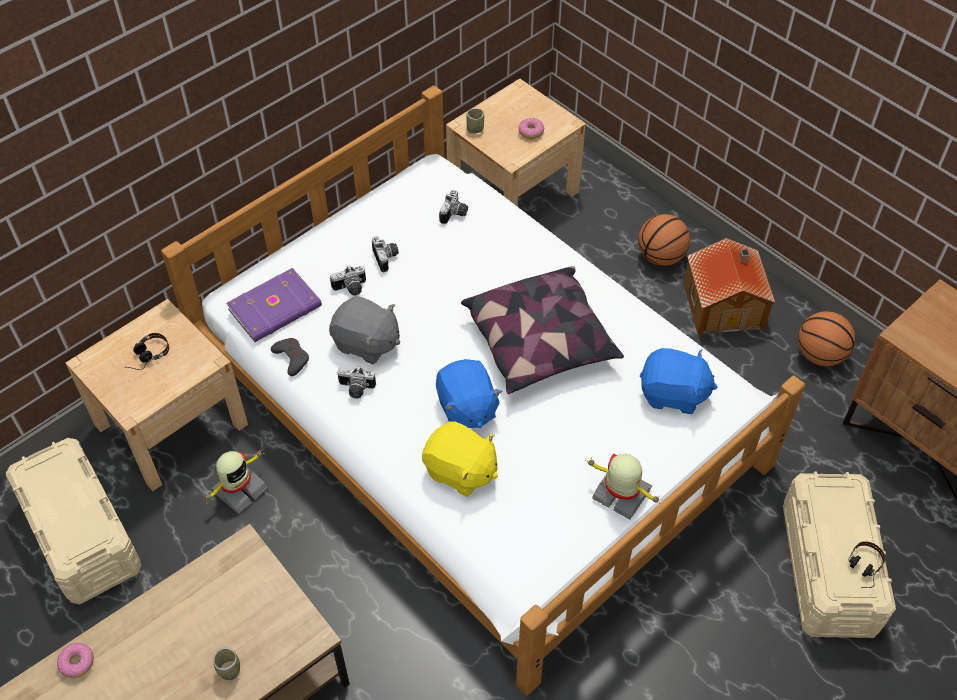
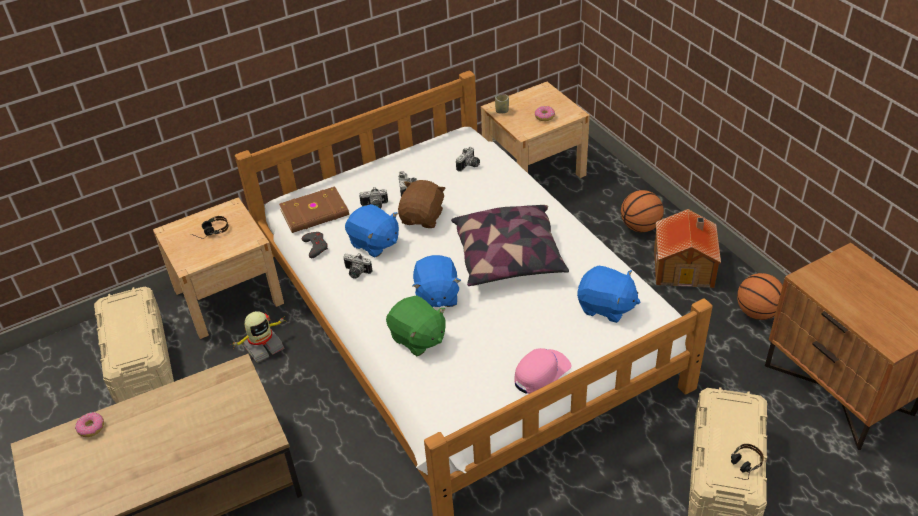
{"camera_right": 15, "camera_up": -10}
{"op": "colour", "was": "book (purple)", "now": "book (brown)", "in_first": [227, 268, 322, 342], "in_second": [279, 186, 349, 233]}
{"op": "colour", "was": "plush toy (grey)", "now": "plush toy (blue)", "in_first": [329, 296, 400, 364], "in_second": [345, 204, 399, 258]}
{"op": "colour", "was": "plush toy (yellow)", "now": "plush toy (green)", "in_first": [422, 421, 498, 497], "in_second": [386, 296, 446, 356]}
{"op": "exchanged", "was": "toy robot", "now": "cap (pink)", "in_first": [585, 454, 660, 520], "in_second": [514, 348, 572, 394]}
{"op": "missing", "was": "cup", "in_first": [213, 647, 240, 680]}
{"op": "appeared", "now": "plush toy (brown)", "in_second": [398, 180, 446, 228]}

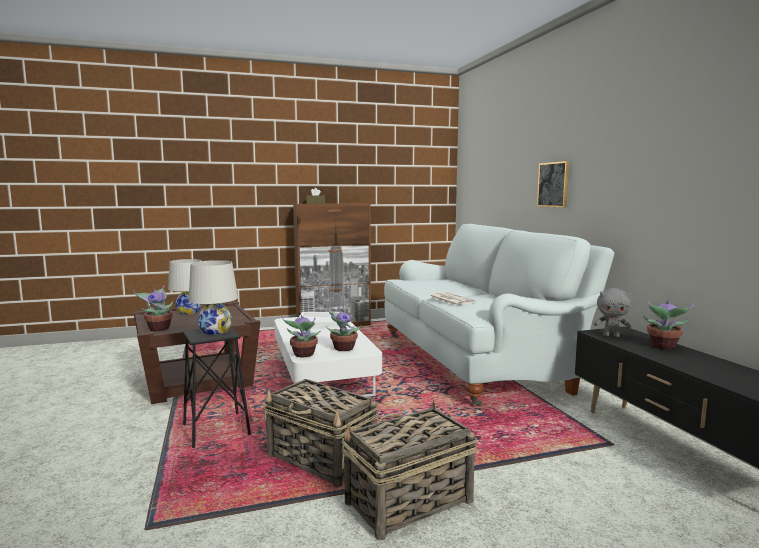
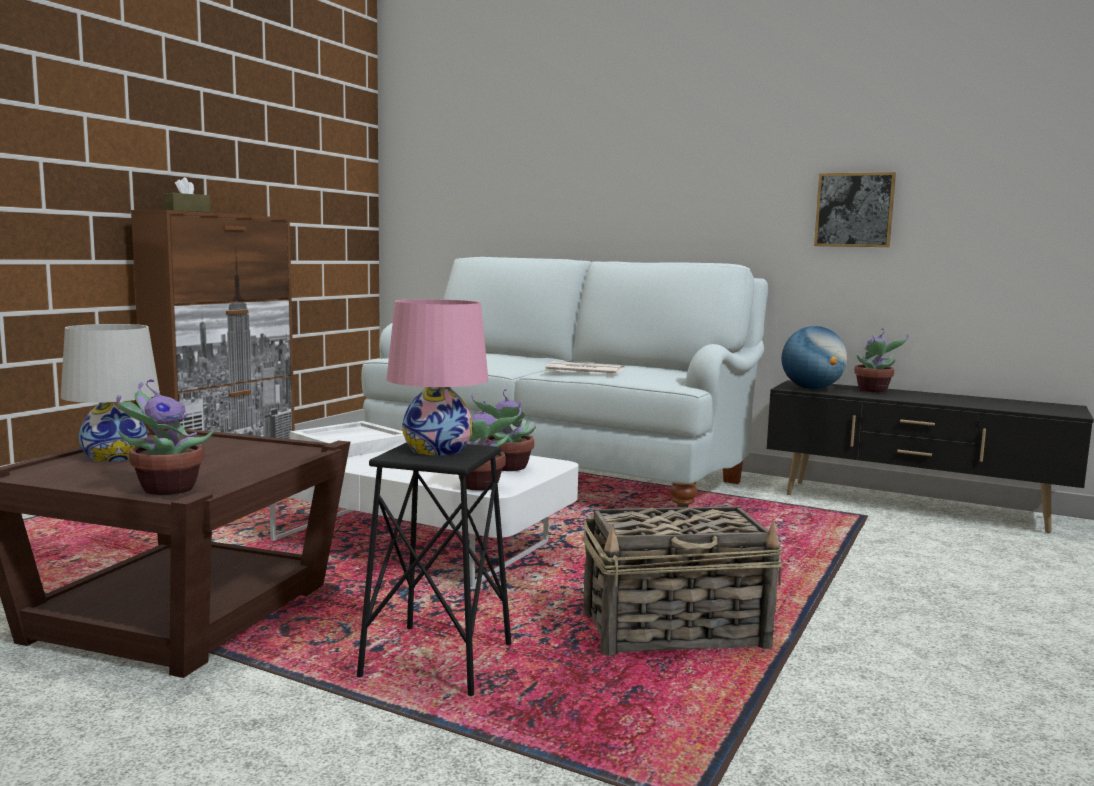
{"camera_right": -45, "camera_up": 0}
{"op": "relocated", "was": "picture", "in_first": [537, 161, 569, 208], "in_second": [814, 172, 896, 247]}
{"op": "colour", "was": "table lamp (white)", "now": "table lamp (pink)", "in_first": [188, 260, 238, 335], "in_second": [386, 299, 489, 455]}
{"op": "exchanged", "was": "plush toy (grey)", "now": "globe", "in_first": [594, 288, 631, 337], "in_second": [782, 326, 847, 389]}
{"op": "missing", "was": "basket", "in_first": [341, 400, 477, 540]}

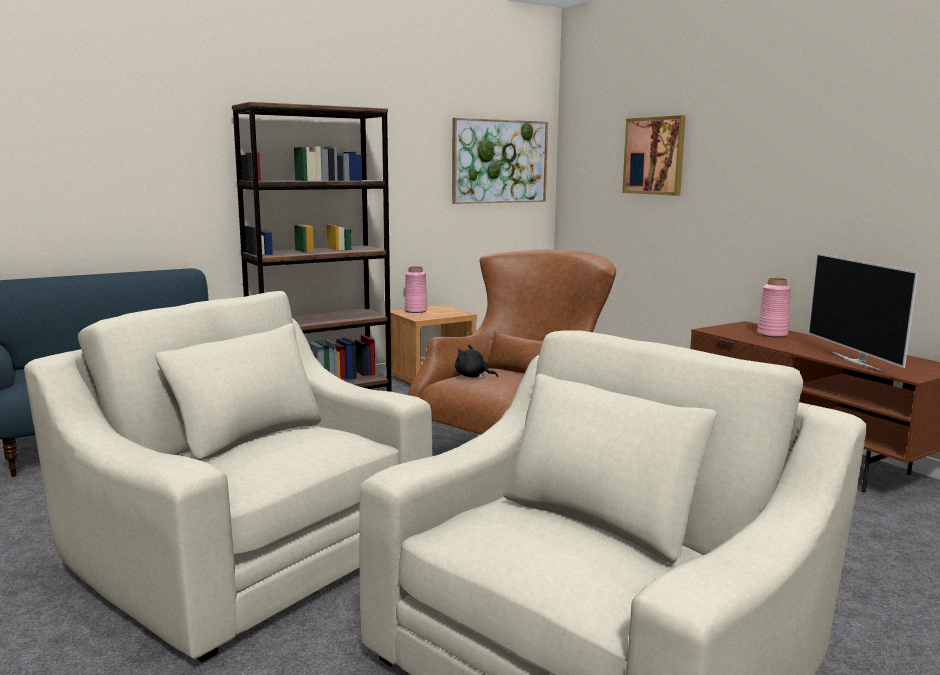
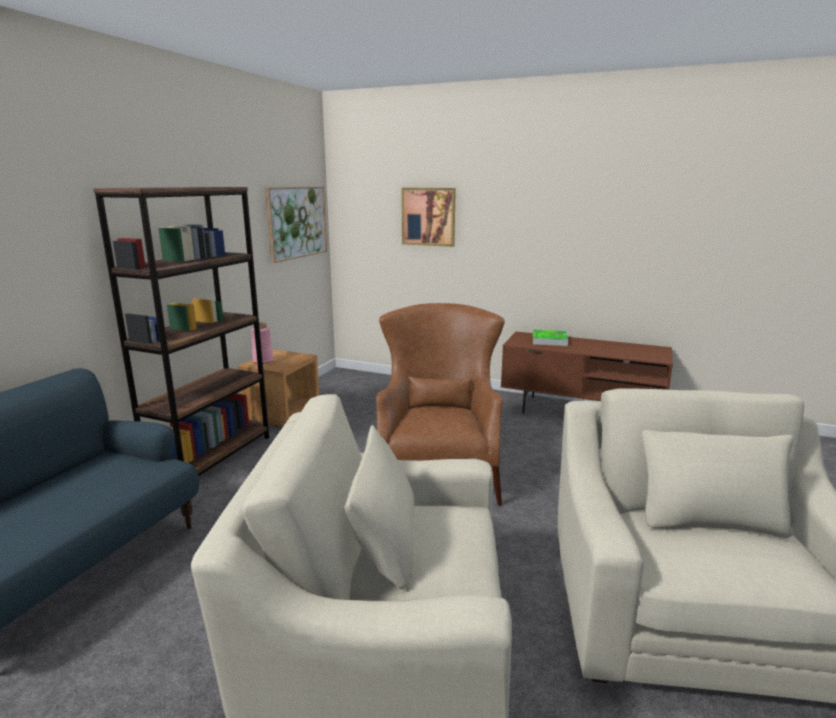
{"camera_right": -35, "camera_up": 5}
{"op": "missing", "was": "television", "in_first": [808, 253, 918, 371]}
{"op": "exchanged", "was": "vase (pink)", "now": "tray", "in_first": [757, 278, 791, 337], "in_second": [533, 329, 568, 346]}
{"op": "missing", "was": "plush toy (black)", "in_first": [455, 345, 498, 378]}

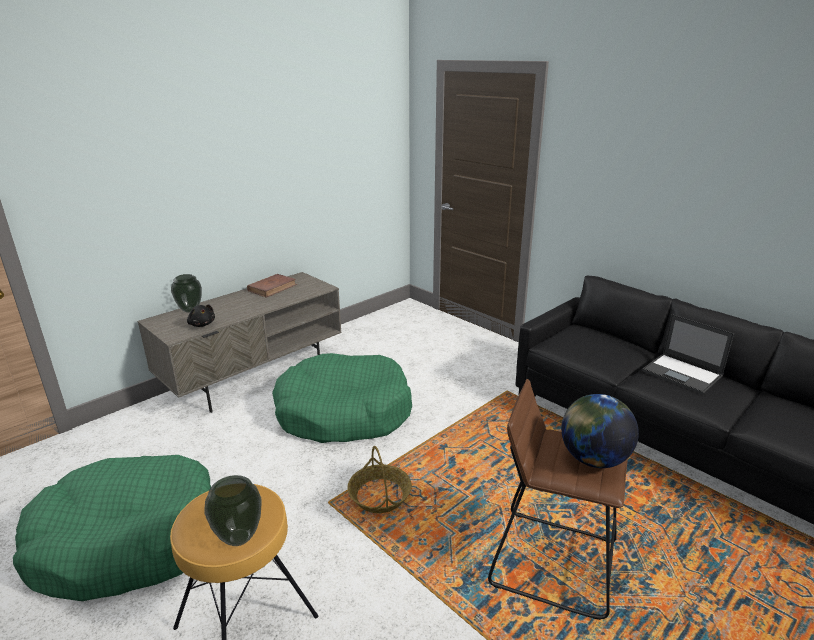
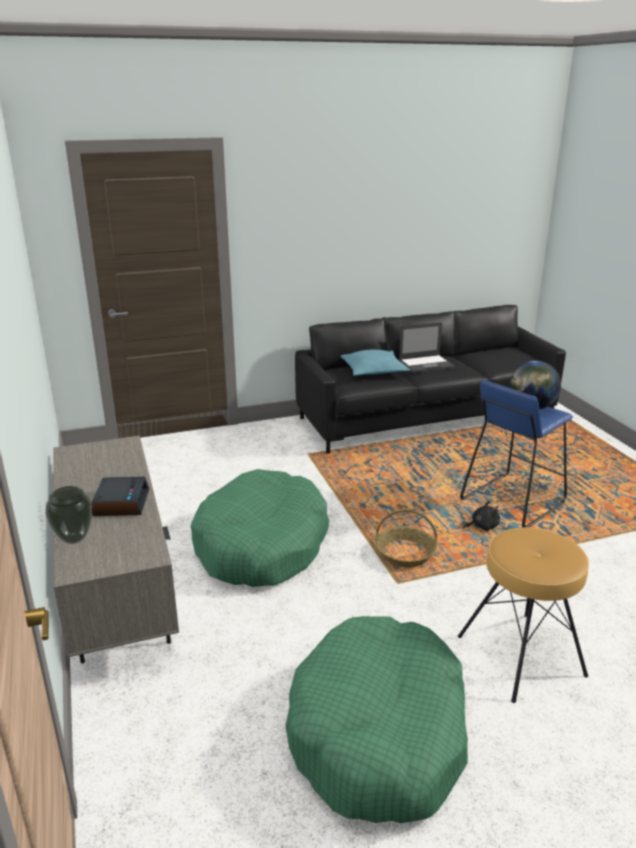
{"camera_right": -65, "camera_up": 0}
{"op": "missing", "was": "book (brown)", "in_first": [247, 274, 297, 298]}
{"op": "relocated", "was": "plush toy (black)", "in_first": [187, 304, 215, 327], "in_second": [463, 501, 500, 531]}
{"op": "colour", "was": "stool (brown)", "now": "stool (blue)", "in_first": [488, 379, 628, 620], "in_second": [460, 380, 573, 528]}
{"op": "missing", "was": "vase", "in_first": [204, 475, 262, 546]}
{"op": "appeared", "now": "pillow (turquoise)", "in_second": [341, 350, 411, 376]}
{"op": "appeared", "now": "alarm clock", "in_second": [92, 477, 149, 516]}

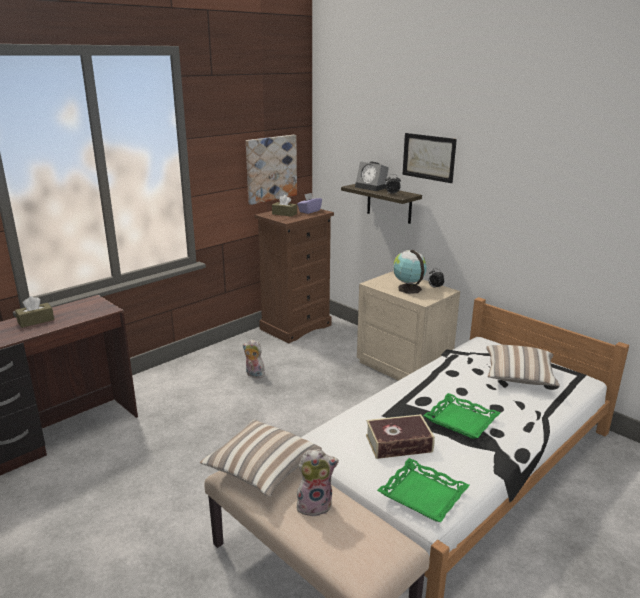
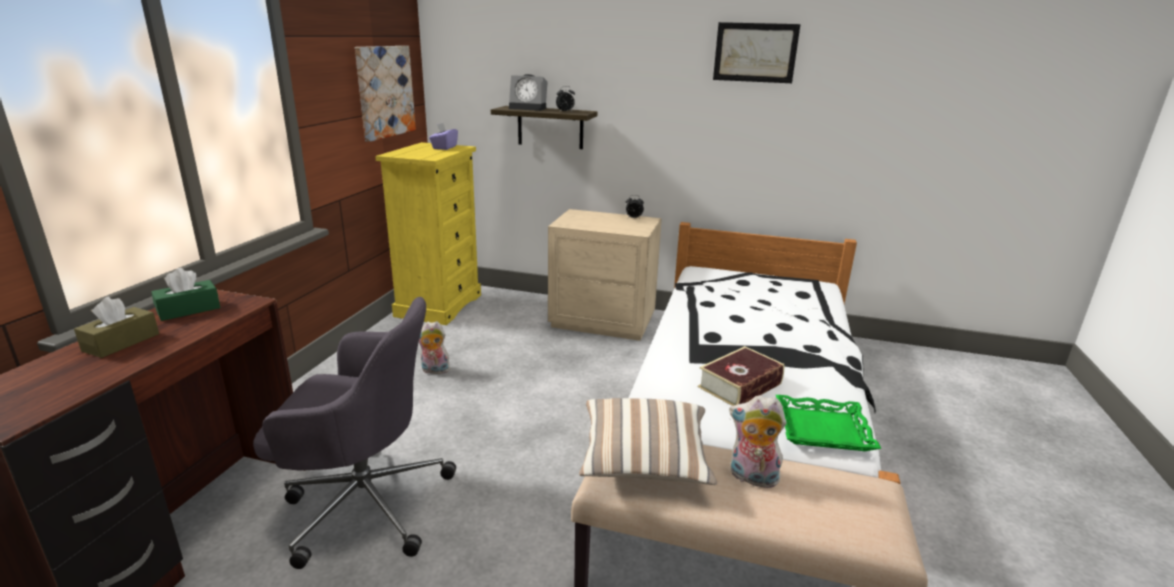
{"camera_right": -30, "camera_up": 0}
{"op": "relocated", "was": "picture", "in_first": [403, 133, 457, 183], "in_second": [713, 22, 801, 83]}
{"op": "missing", "was": "tissue box (brown)", "in_first": [272, 195, 297, 217]}
{"op": "colour", "was": "dresser (brown)", "now": "dresser (yellow)", "in_first": [255, 205, 334, 344], "in_second": [375, 142, 481, 325]}
{"op": "missing", "was": "globe", "in_first": [394, 250, 426, 294]}
{"op": "missing", "was": "pillow", "in_first": [486, 345, 560, 386]}
{"op": "missing", "was": "tray (green)", "in_first": [423, 393, 500, 439]}
{"op": "spun", "was": "plush toy", "in_first": [297, 449, 339, 517], "in_second": [729, 395, 787, 488], "clockwise": -120}
{"op": "appeared", "now": "tissue box (green)", "in_second": [151, 268, 220, 321]}
{"op": "appeared", "now": "office chair (grey)", "in_second": [253, 297, 456, 569]}

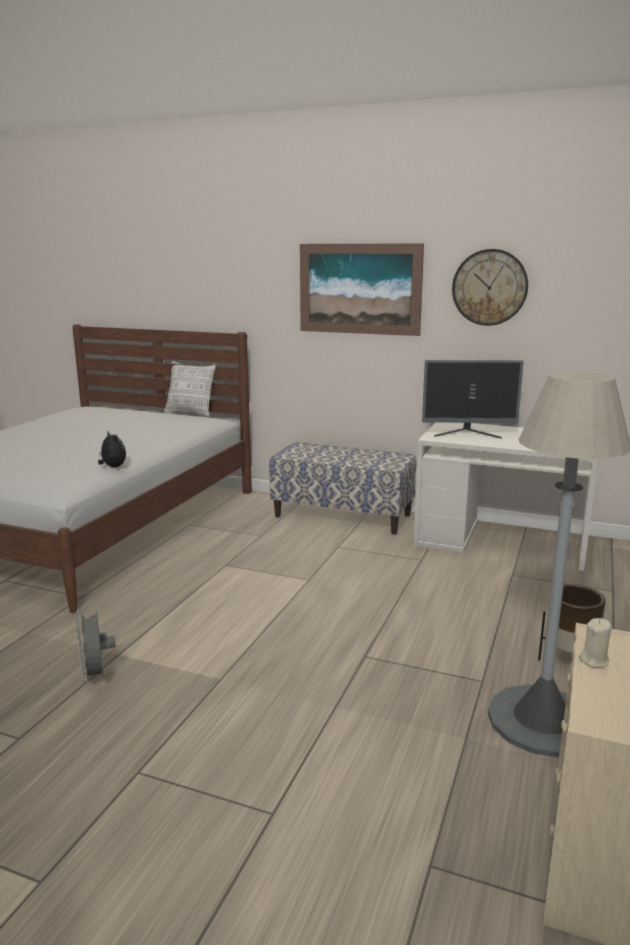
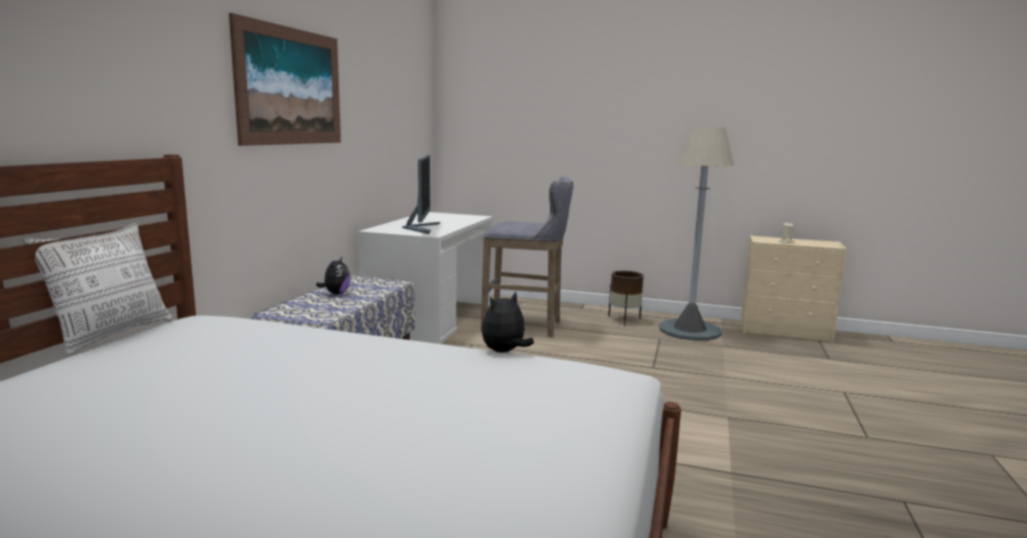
{"camera_right": -95, "camera_up": -5}
{"op": "missing", "was": "wall clock", "in_first": [452, 249, 528, 326]}
{"op": "missing", "was": "fan (grey)", "in_first": [76, 608, 115, 685]}
{"op": "appeared", "now": "stool (grey)", "in_second": [481, 176, 573, 337]}
{"op": "appeared", "now": "plush toy", "in_second": [316, 257, 350, 294]}

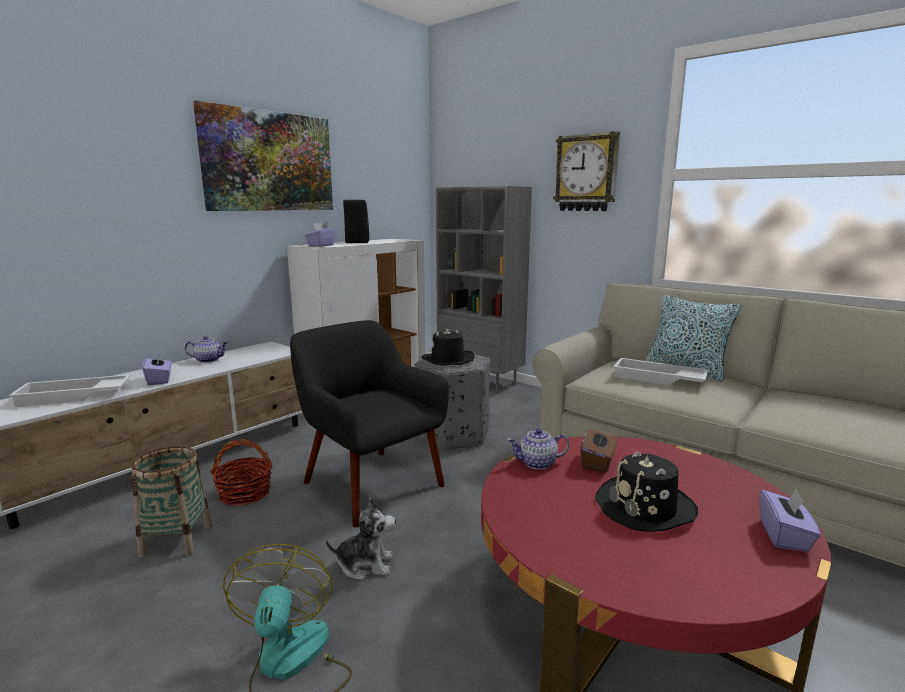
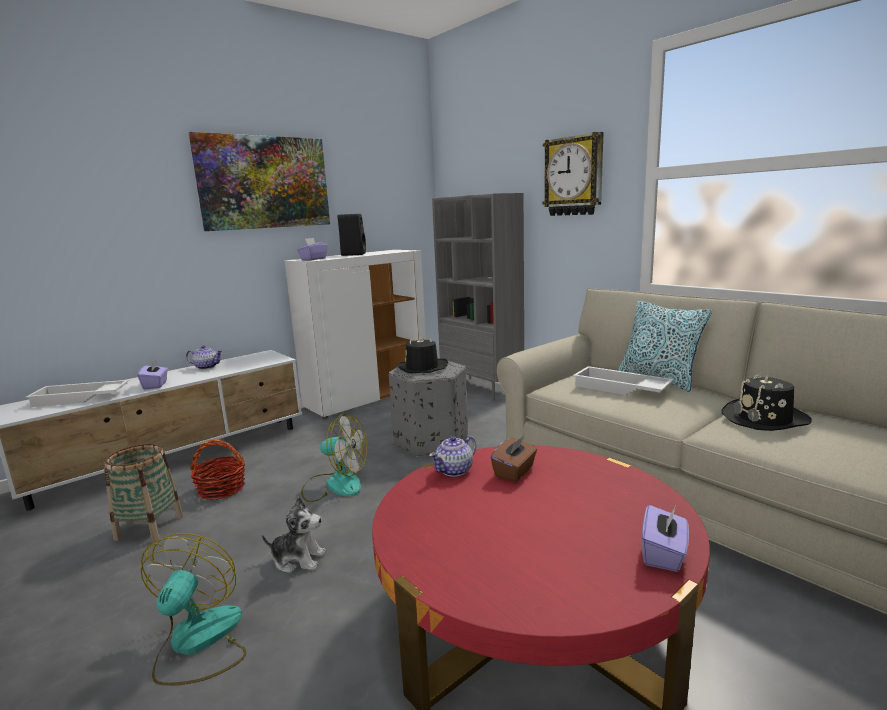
{"camera_right": 10, "camera_up": 0}
{"op": "exchanged", "was": "armchair (black)", "now": "fan", "in_first": [290, 320, 449, 528], "in_second": [301, 414, 367, 502]}
{"op": "spun", "was": "teapot", "in_first": [507, 428, 569, 470], "in_second": [429, 436, 476, 477], "clockwise": -45}
{"op": "relocated", "was": "hat (black)", "in_first": [595, 452, 698, 532], "in_second": [721, 375, 812, 431]}

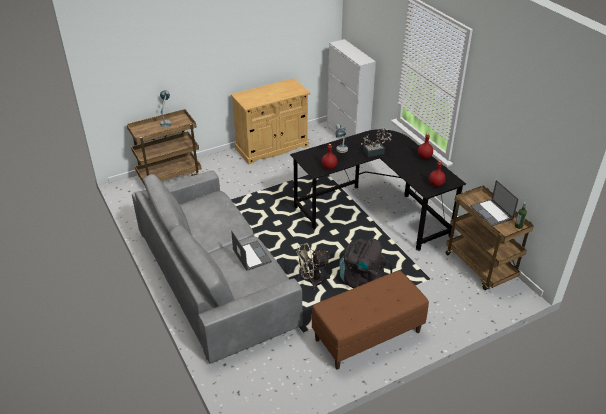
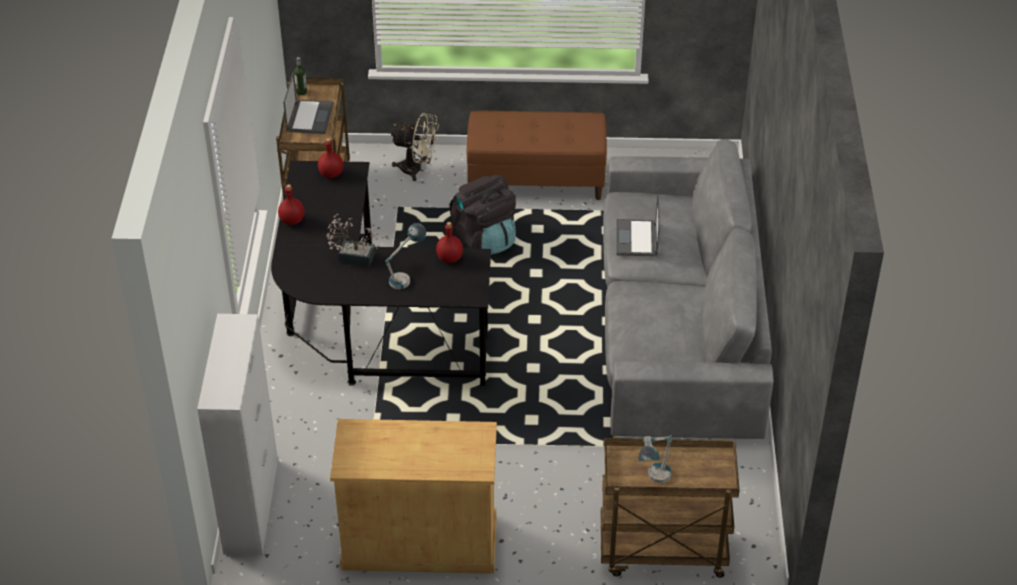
{"camera_right": -150, "camera_up": 5}
{"op": "relocated", "was": "fan (beige)", "in_first": [297, 243, 330, 290], "in_second": [391, 113, 439, 181]}

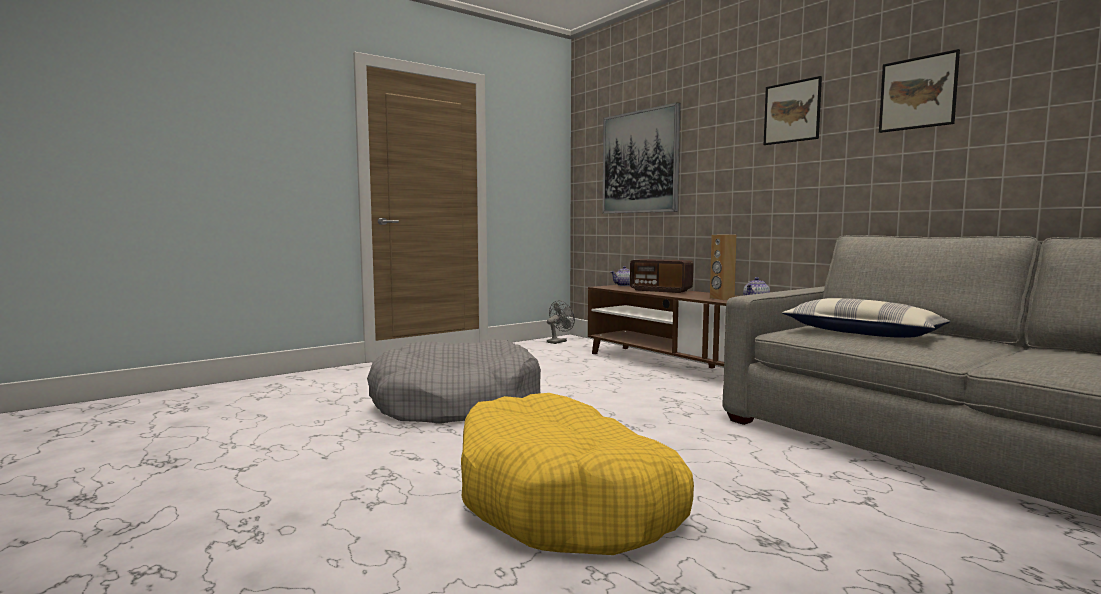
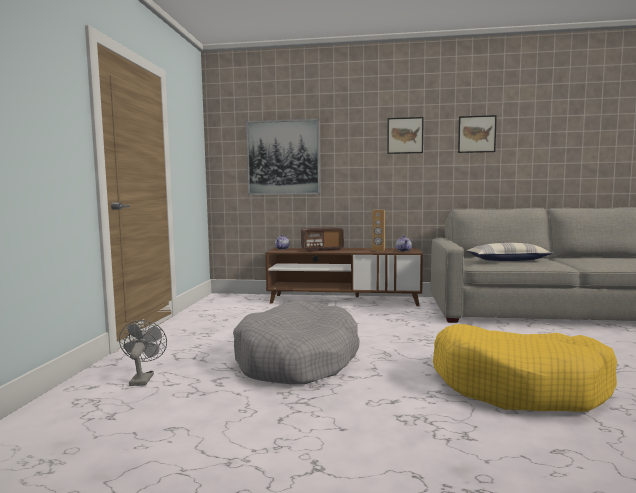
{"camera_right": -45, "camera_up": 0}
{"op": "relocated", "was": "fan (grey)", "in_first": [547, 300, 575, 344], "in_second": [119, 320, 167, 386]}

